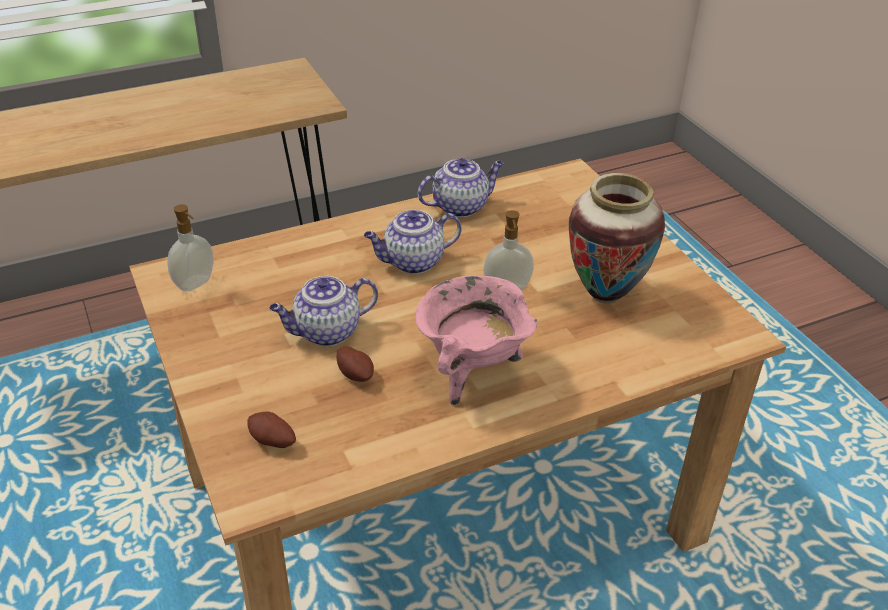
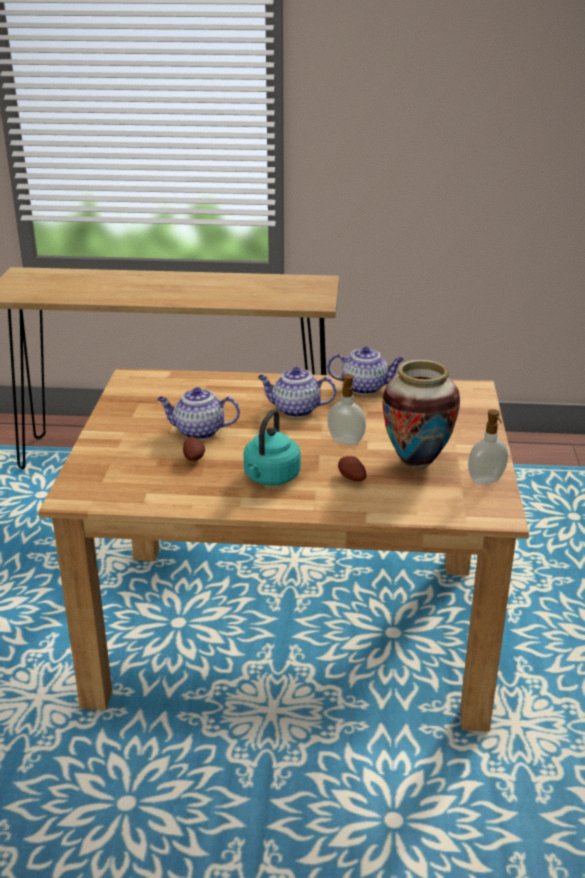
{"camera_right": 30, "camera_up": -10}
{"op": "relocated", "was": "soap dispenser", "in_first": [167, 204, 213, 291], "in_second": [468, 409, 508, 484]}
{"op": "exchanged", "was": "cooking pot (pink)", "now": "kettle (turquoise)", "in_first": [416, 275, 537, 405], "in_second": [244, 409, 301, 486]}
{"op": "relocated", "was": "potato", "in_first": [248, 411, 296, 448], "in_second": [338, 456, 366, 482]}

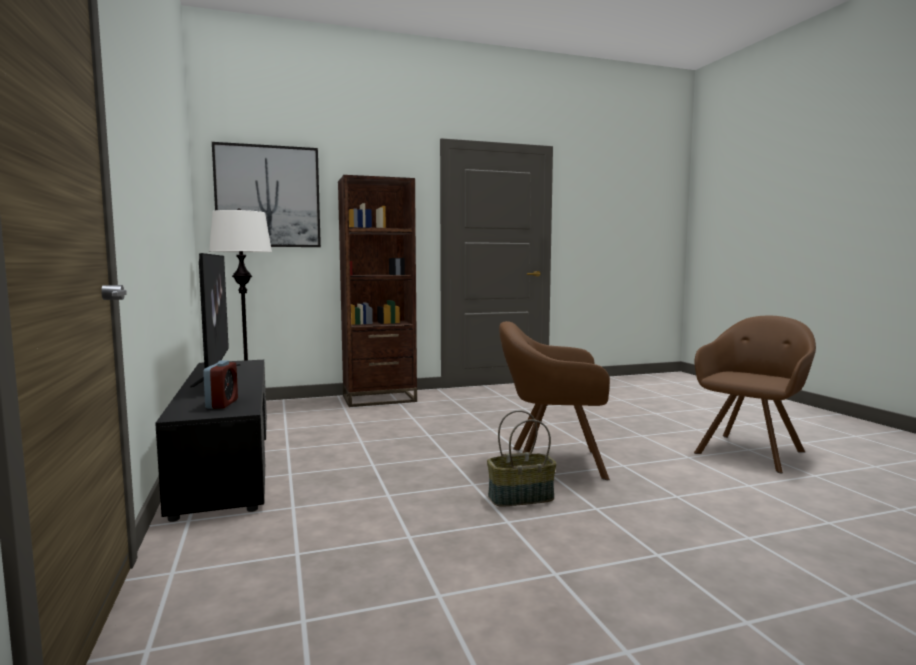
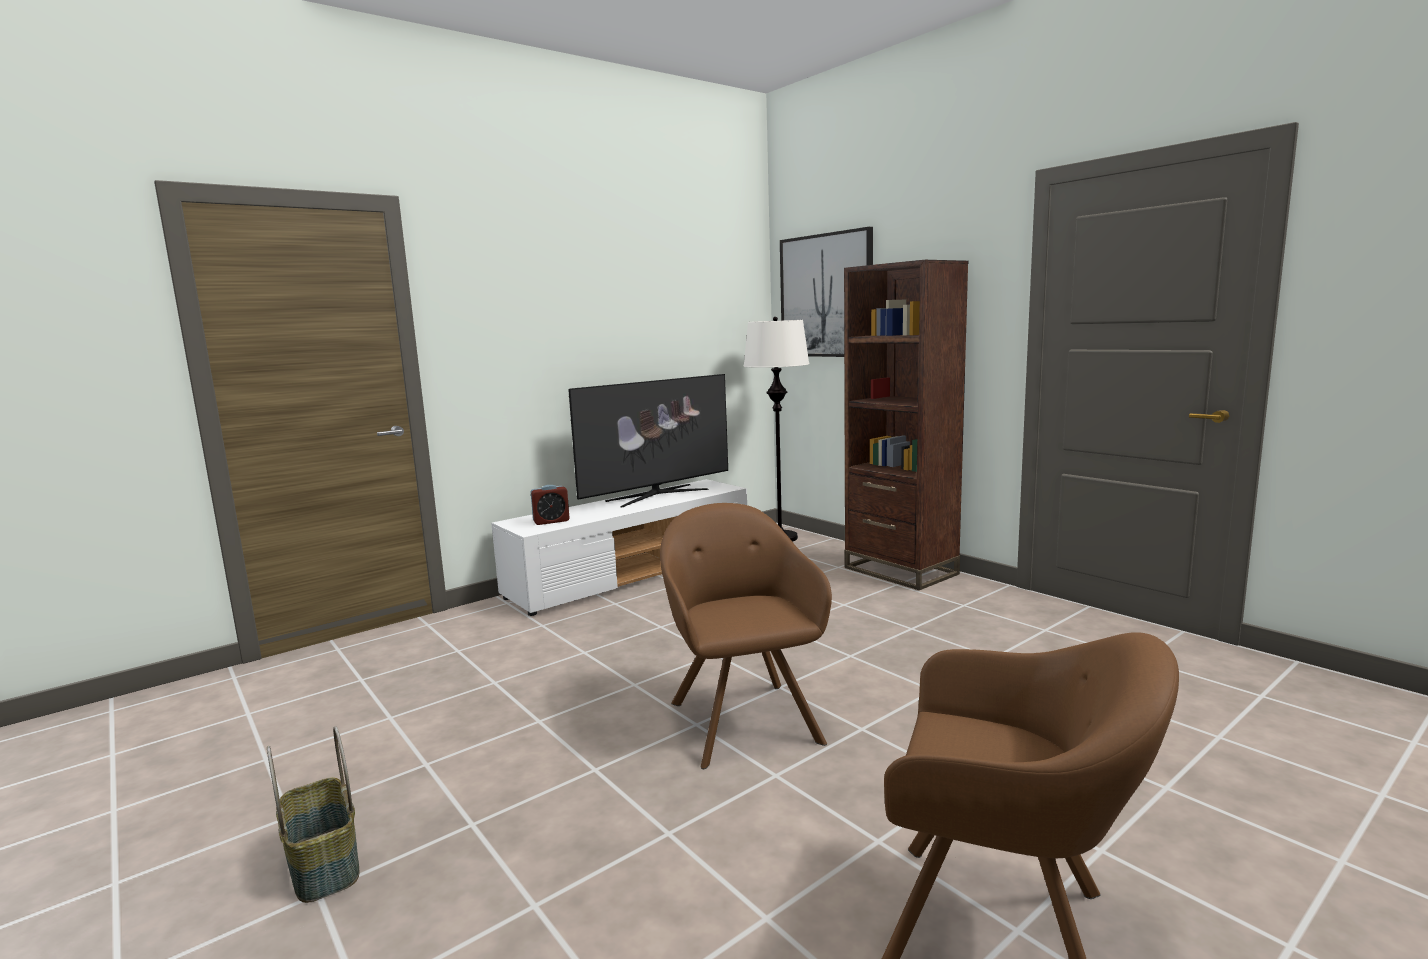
{"camera_right": 70, "camera_up": 5}
{"op": "colour", "was": "tv stand (black)", "now": "tv stand (white)", "in_first": [155, 360, 267, 522], "in_second": [491, 479, 747, 616]}
{"op": "relocated", "was": "basket", "in_first": [487, 410, 557, 506], "in_second": [267, 726, 360, 903]}

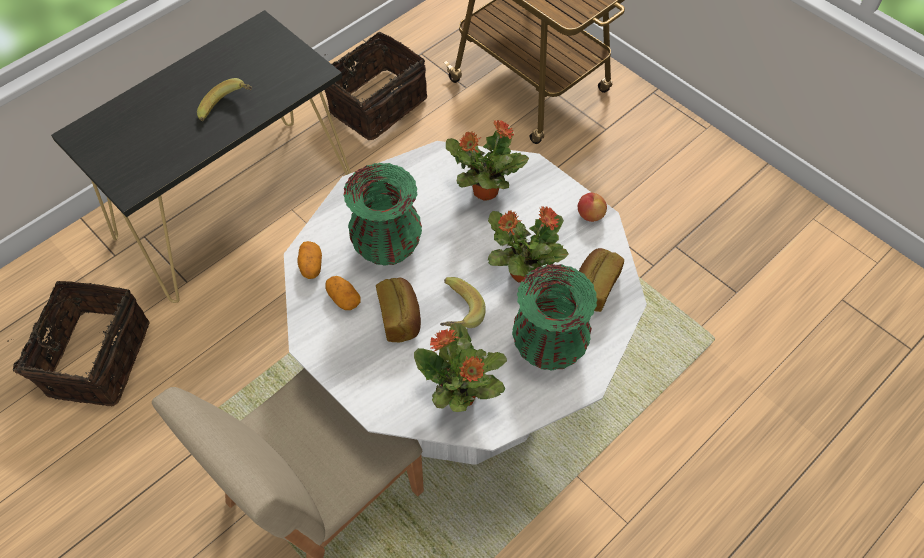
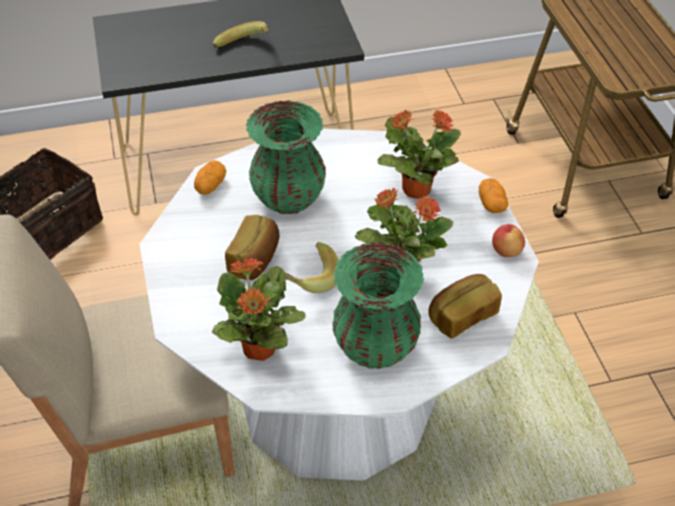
{"camera_right": 30, "camera_up": -10}
{"op": "missing", "was": "basket", "in_first": [324, 32, 427, 140]}
{"op": "relocated", "was": "potato", "in_first": [325, 276, 361, 310], "in_second": [479, 178, 508, 213]}

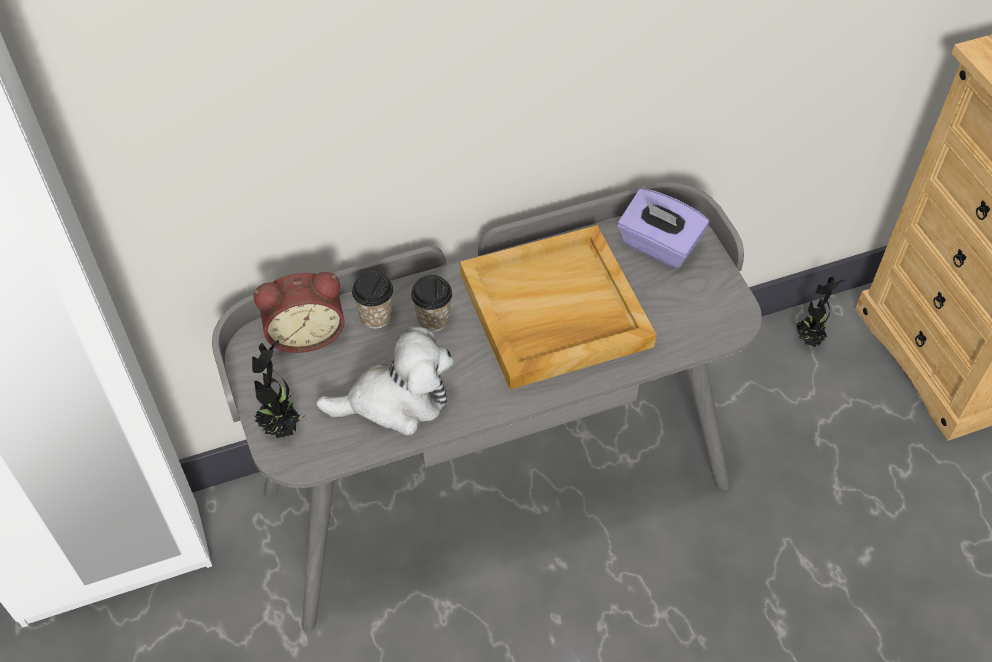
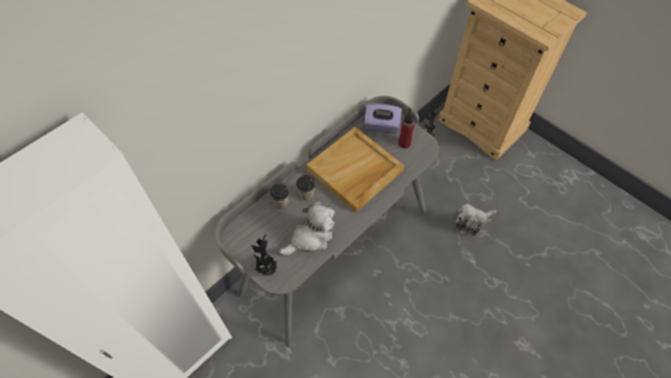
{"camera_right": -25, "camera_up": 5}
{"op": "missing", "was": "alarm clock", "in_first": [254, 272, 345, 353]}
{"op": "appeared", "now": "bottle (red)", "in_second": [398, 108, 415, 148]}
{"op": "appeared", "now": "plush toy", "in_second": [455, 203, 497, 236]}

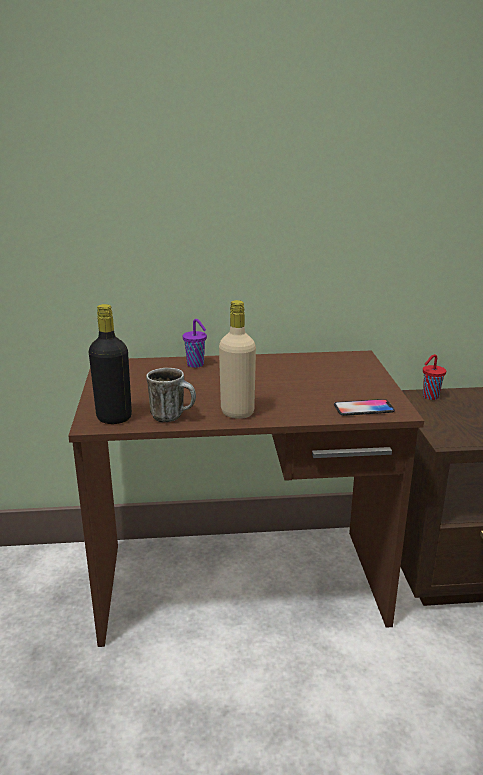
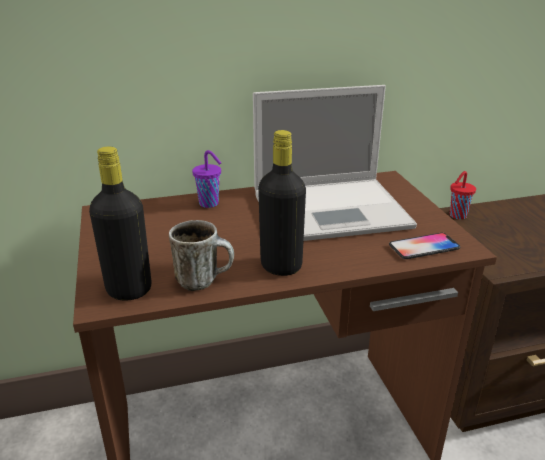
{"camera_right": -10, "camera_up": 5}
{"op": "colour", "was": "bottle (beige)", "now": "bottle (black)", "in_first": [219, 300, 256, 419], "in_second": [258, 130, 306, 276]}
{"op": "appeared", "now": "laptop", "in_second": [253, 85, 417, 241]}

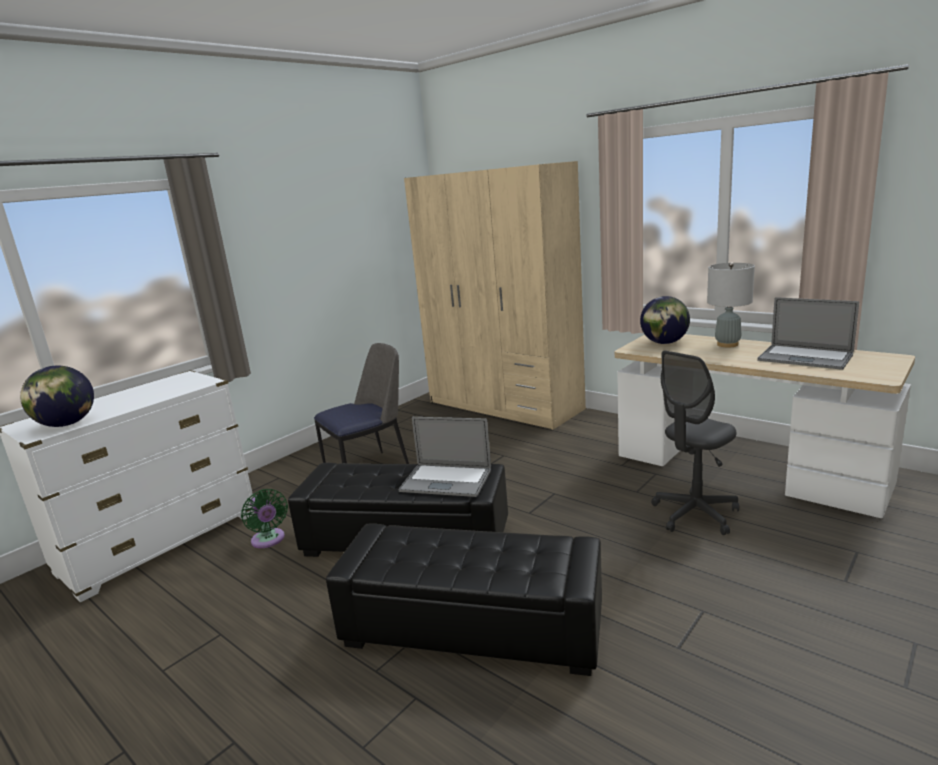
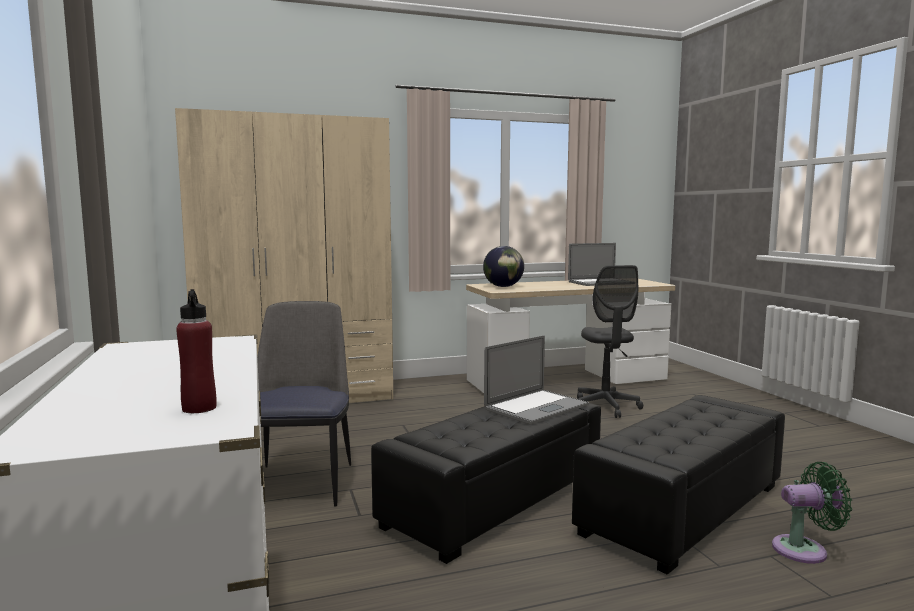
{"camera_right": -60, "camera_up": -10}
{"op": "missing", "was": "table lamp (grey)", "in_first": [707, 262, 755, 347]}
{"op": "exchanged", "was": "globe", "now": "bottle (red)", "in_first": [20, 366, 94, 427], "in_second": [176, 289, 216, 413]}
{"op": "relocated", "was": "fan (green)", "in_first": [241, 489, 288, 548], "in_second": [772, 462, 852, 564]}

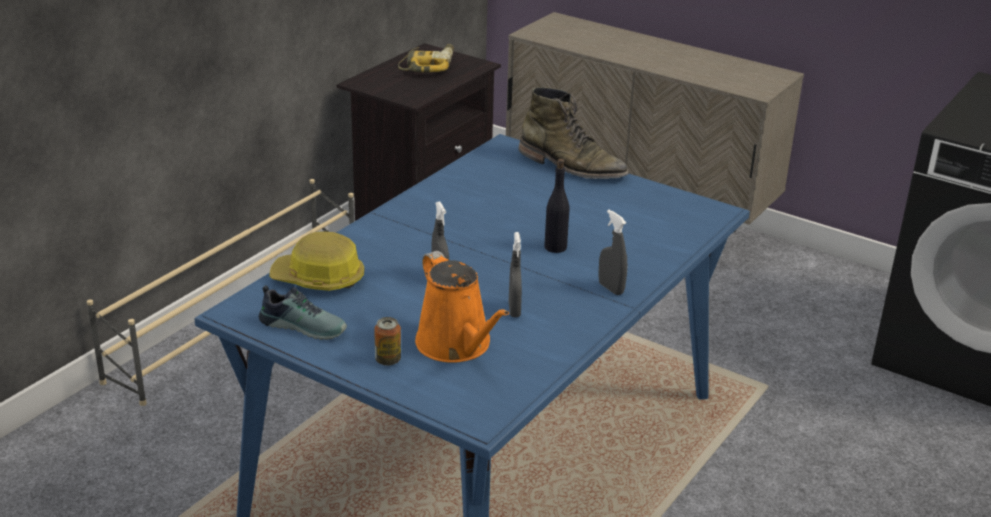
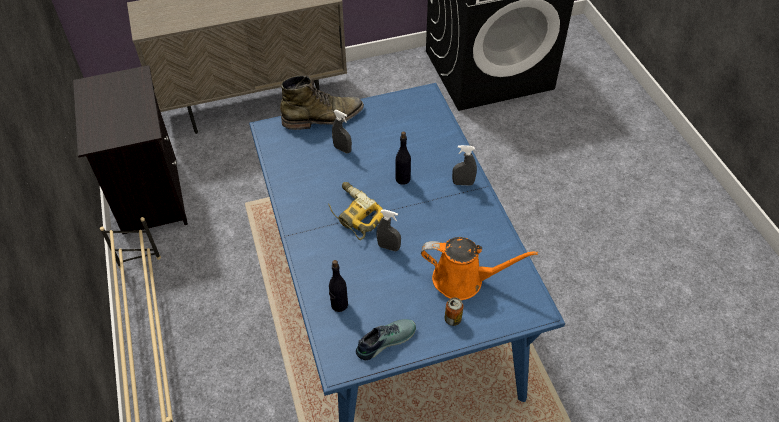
{"camera_right": -50, "camera_up": 20}
{"op": "relocated", "was": "power drill", "in_first": [398, 44, 454, 72], "in_second": [328, 182, 384, 240]}
{"op": "exchanged", "was": "hard hat", "now": "bottle (black)", "in_first": [269, 231, 364, 291], "in_second": [329, 260, 348, 312]}
{"op": "relocated", "was": "spray bottle (grey)", "in_first": [508, 232, 522, 317], "in_second": [332, 110, 352, 153]}

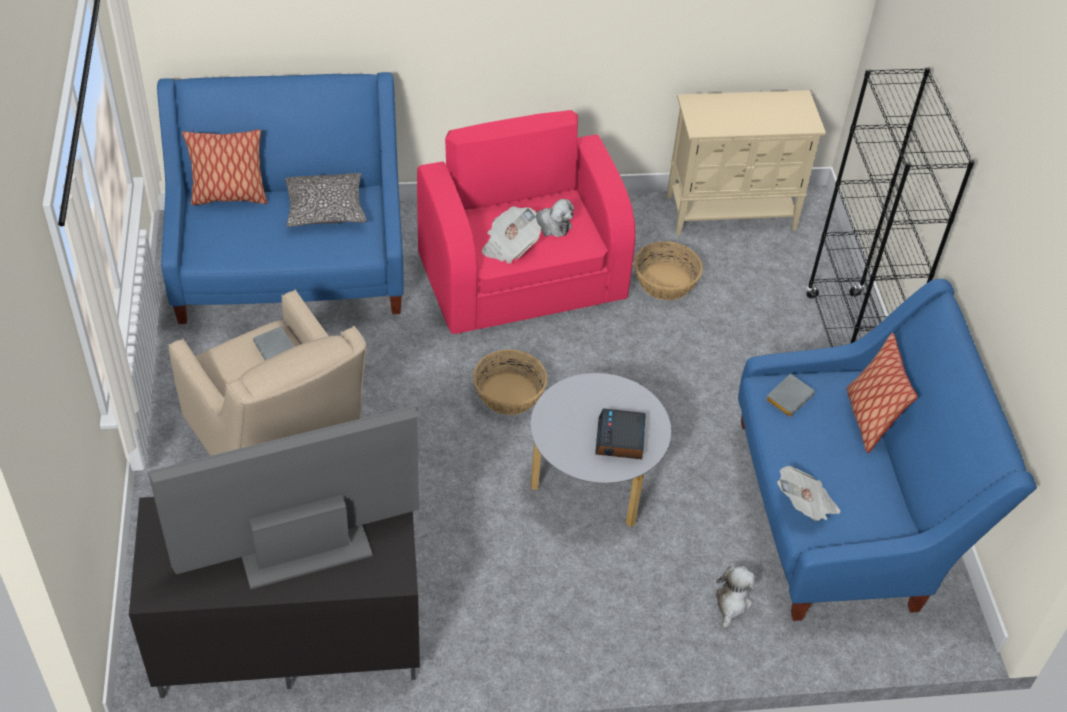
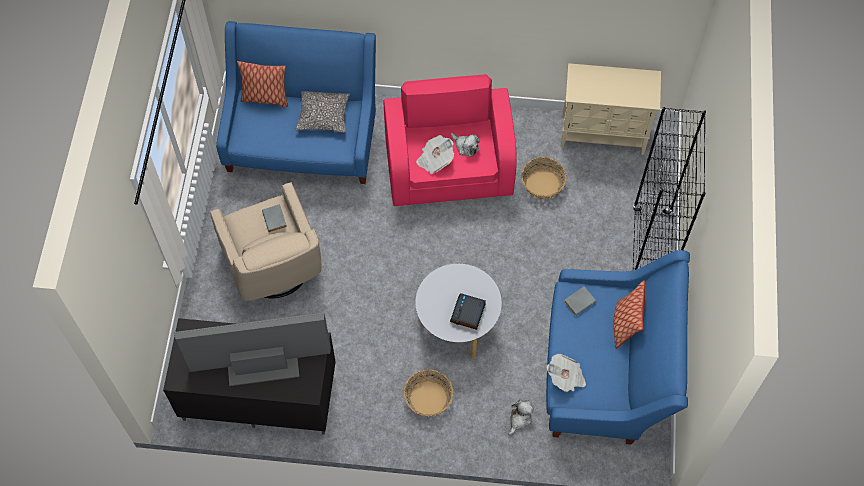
{"camera_right": 15, "camera_up": 15}
{"op": "relocated", "was": "basket", "in_first": [473, 349, 547, 415], "in_second": [404, 369, 453, 417]}

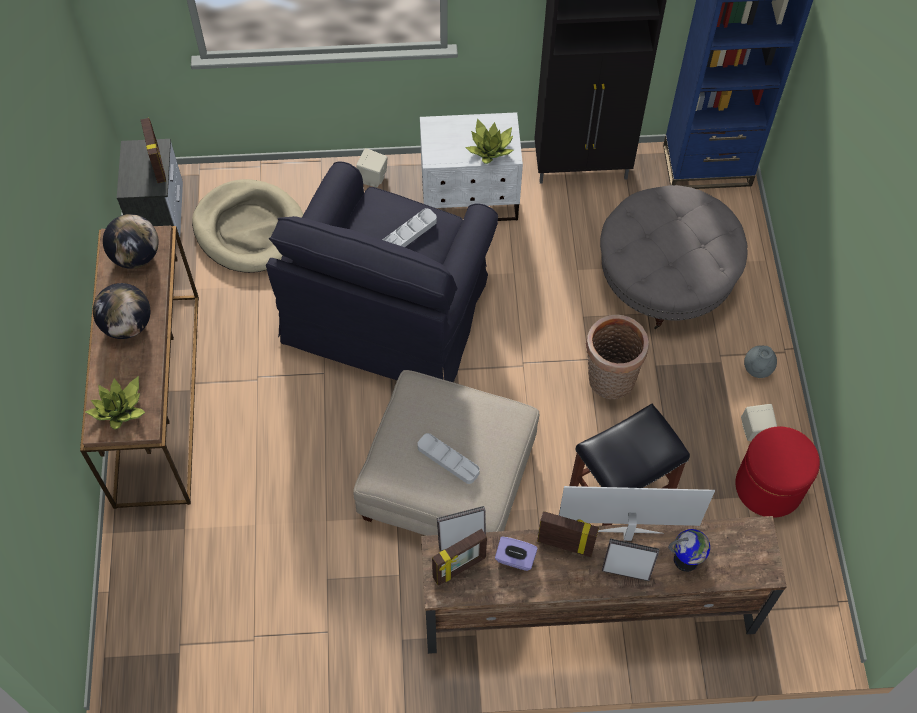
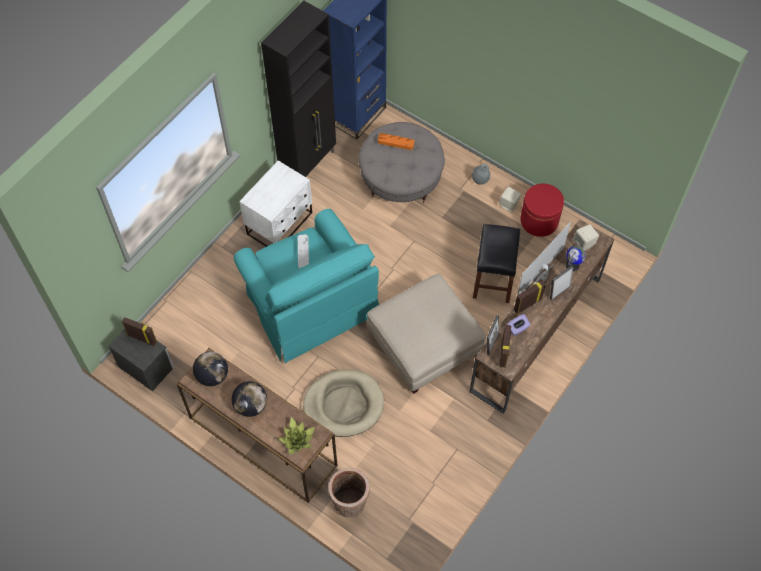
{"camera_right": -50, "camera_up": 0}
{"op": "missing", "was": "potted plant", "in_first": [465, 119, 513, 164]}
{"op": "relocated", "was": "speaker (beige)", "in_first": [356, 148, 388, 187], "in_second": [573, 224, 599, 251]}
{"op": "colour", "was": "armchair (black)", "now": "armchair (turquoise)", "in_first": [266, 162, 498, 382], "in_second": [234, 209, 379, 363]}
{"op": "relocated", "was": "dog bed (beige)", "in_first": [192, 179, 304, 273], "in_second": [303, 370, 384, 437]}
{"op": "relocated", "was": "basket", "in_first": [586, 314, 649, 399], "in_second": [328, 468, 370, 518]}
{"op": "missing", "was": "tray (grey)", "in_first": [417, 433, 480, 484]}
{"op": "appeared", "now": "tray (orange)", "in_second": [378, 133, 414, 150]}

